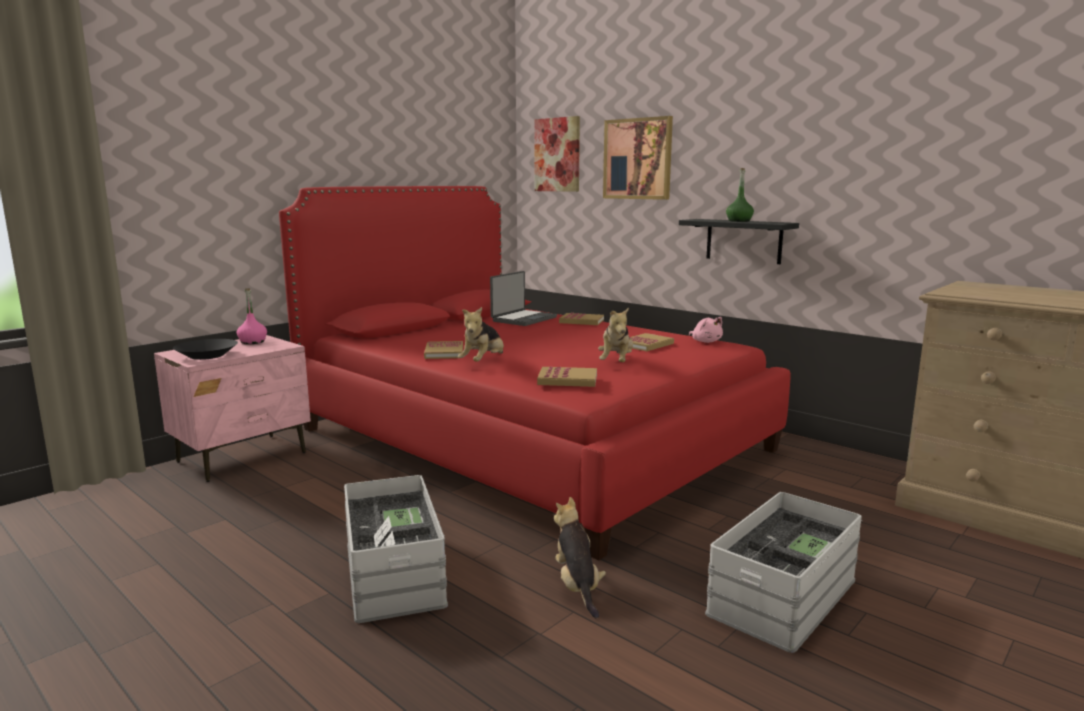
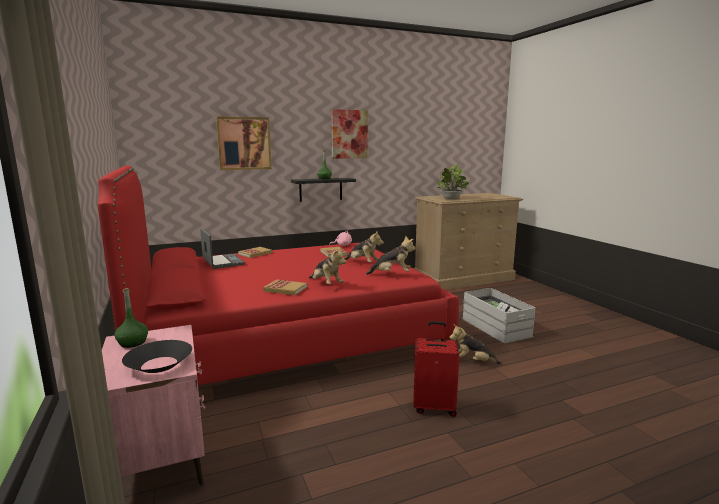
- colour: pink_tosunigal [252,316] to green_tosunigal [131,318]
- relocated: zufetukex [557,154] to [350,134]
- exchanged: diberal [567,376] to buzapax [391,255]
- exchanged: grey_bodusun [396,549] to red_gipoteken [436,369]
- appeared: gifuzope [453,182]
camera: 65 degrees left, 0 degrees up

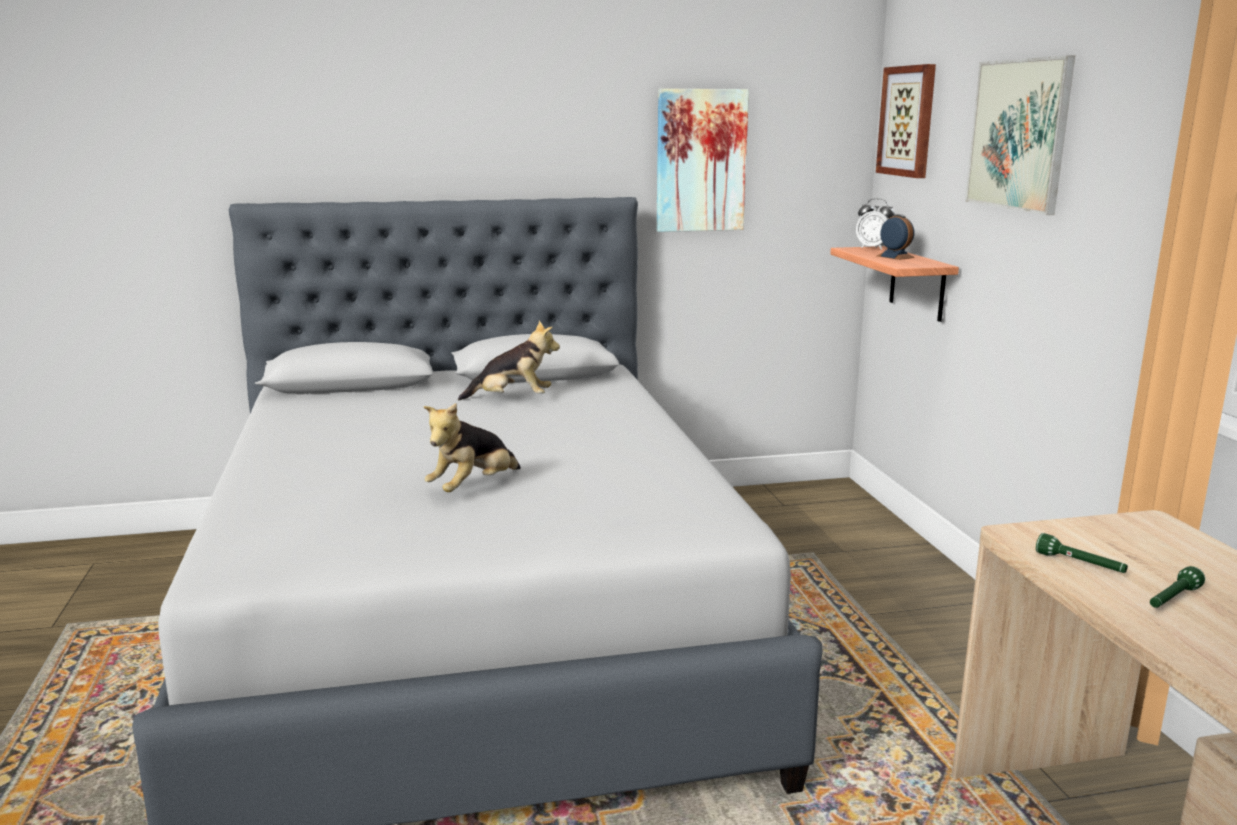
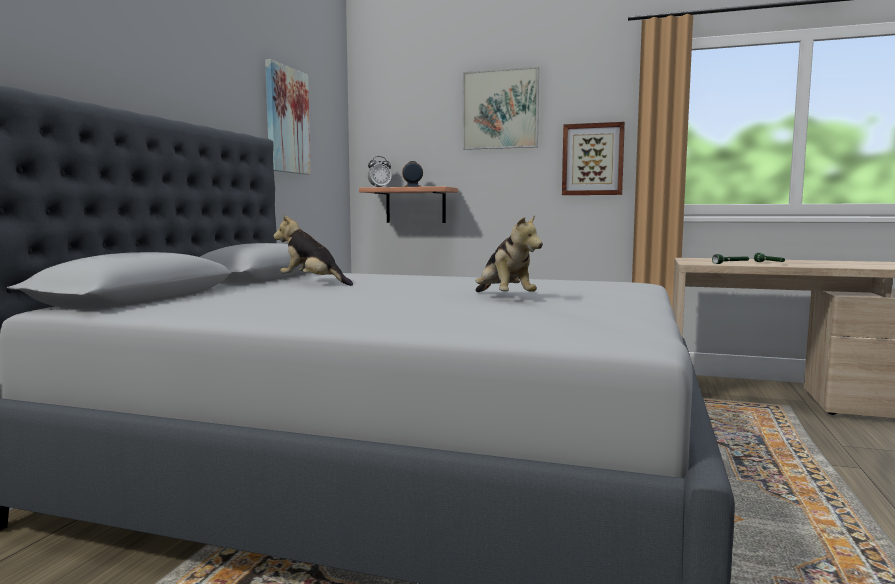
- spun: buzapax [509,360] = [313,250] 90 degrees counterclockwise
- relocated: zufetukex [906,121] to [593,158]
camera: 60 degrees left, 10 degrees down

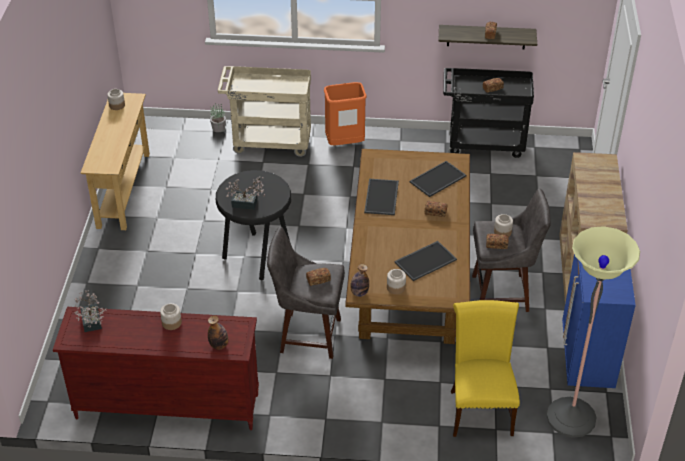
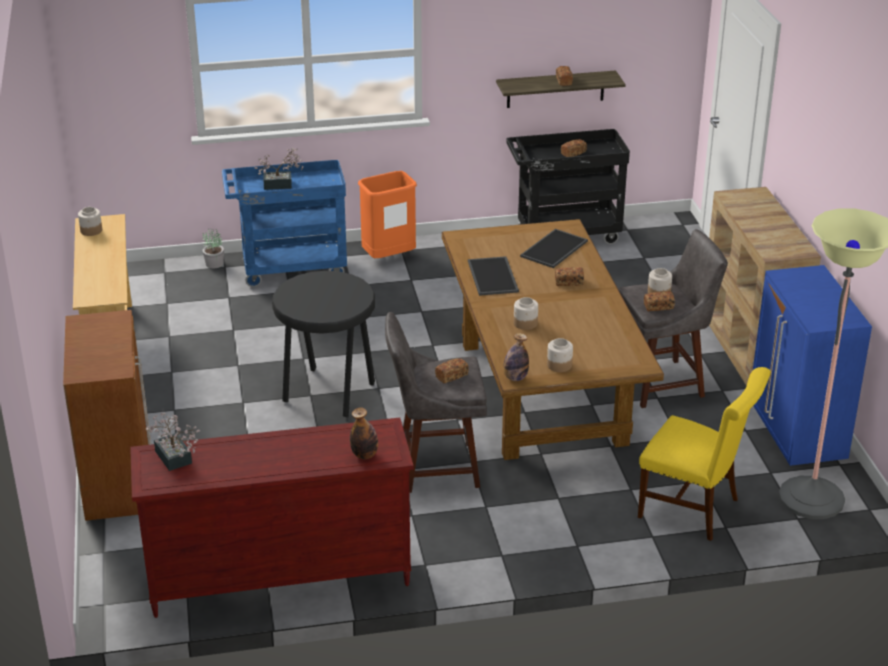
- appeared: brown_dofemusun [107,415]
- colour: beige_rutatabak [264,111] to blue_rutatabak [284,223]
- relocated: gifuzope [245,193] to [278,169]
- relocated: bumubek [171,316] to [526,313]
- spun: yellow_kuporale [485,368] = [704,454] 135 degrees clockwise
- missing: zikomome [425,261]
camera: 15 degrees left, 10 degrees down

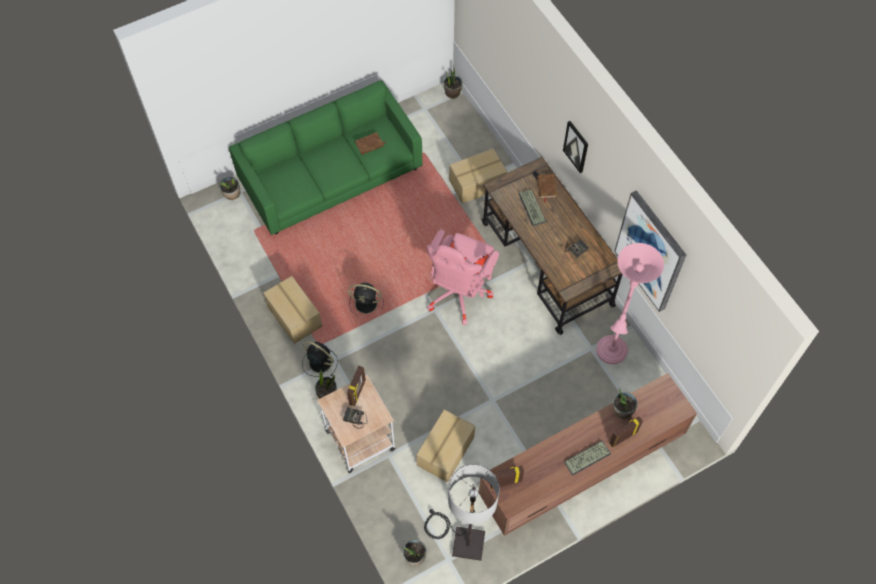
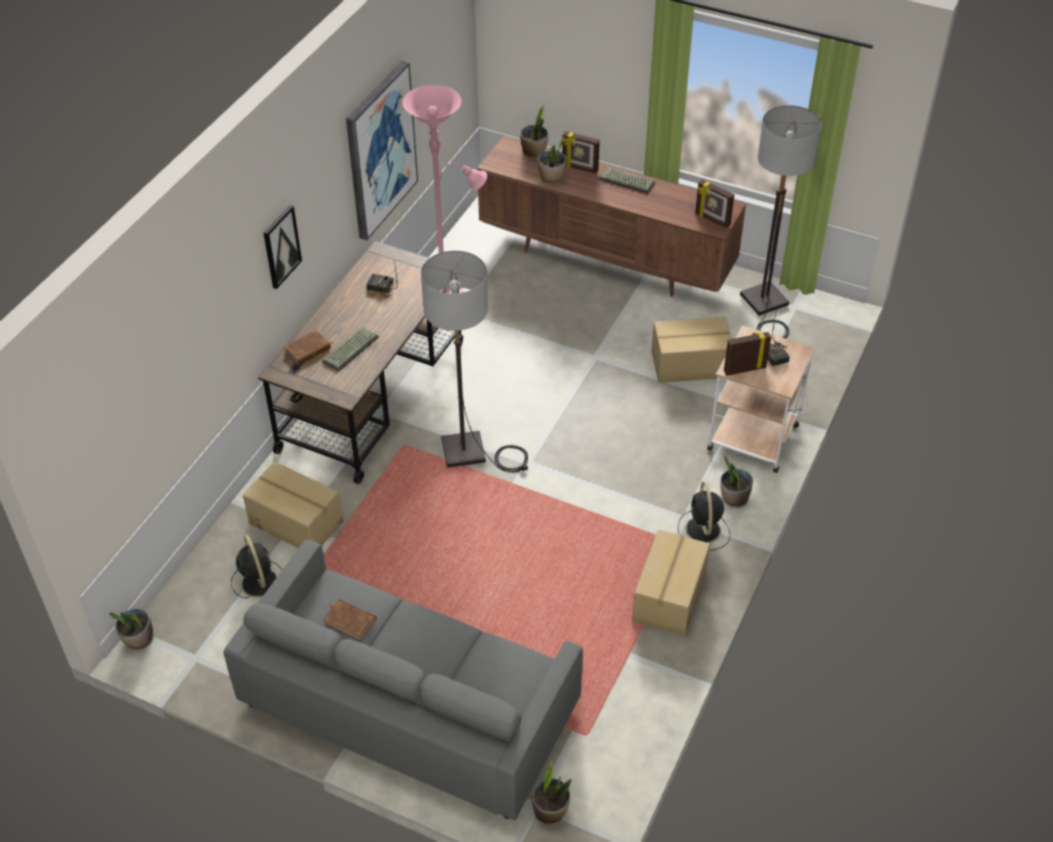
- colour: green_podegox [325,157] to grey_podegox [403,680]
- relocated: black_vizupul [366,299] to [256,566]
- exchanged: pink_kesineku [463,277] to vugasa [474,362]
- relocated: gifuzope [414,553] to [534,132]
camera: 125 degrees left, 15 degrees down

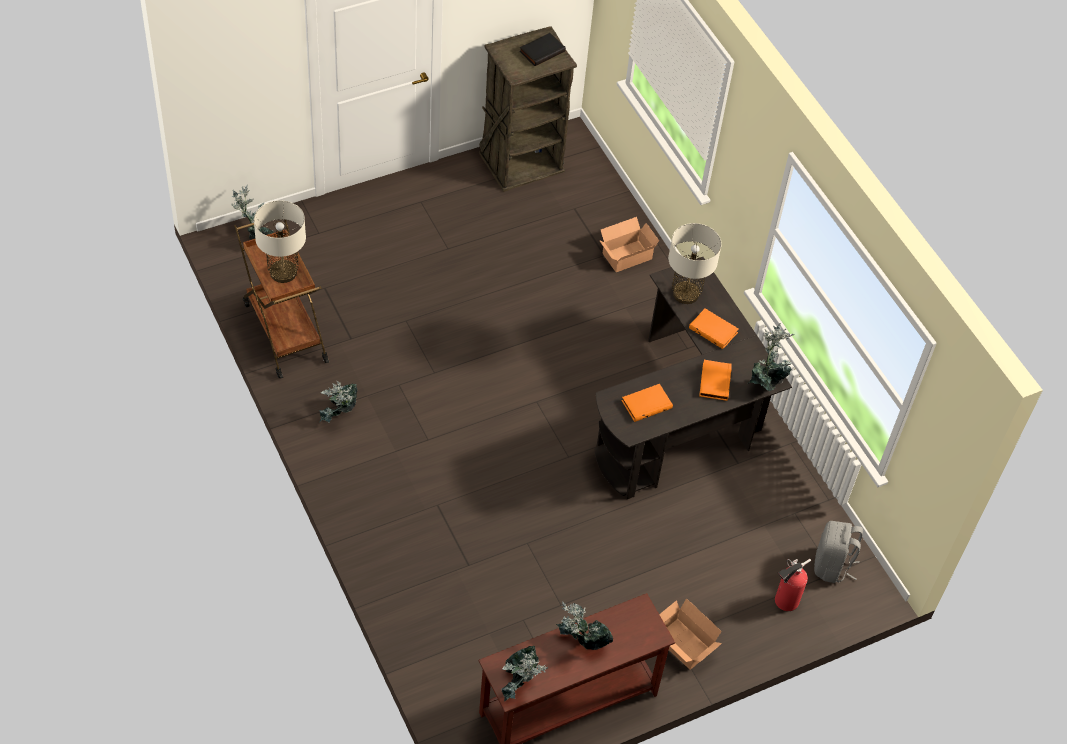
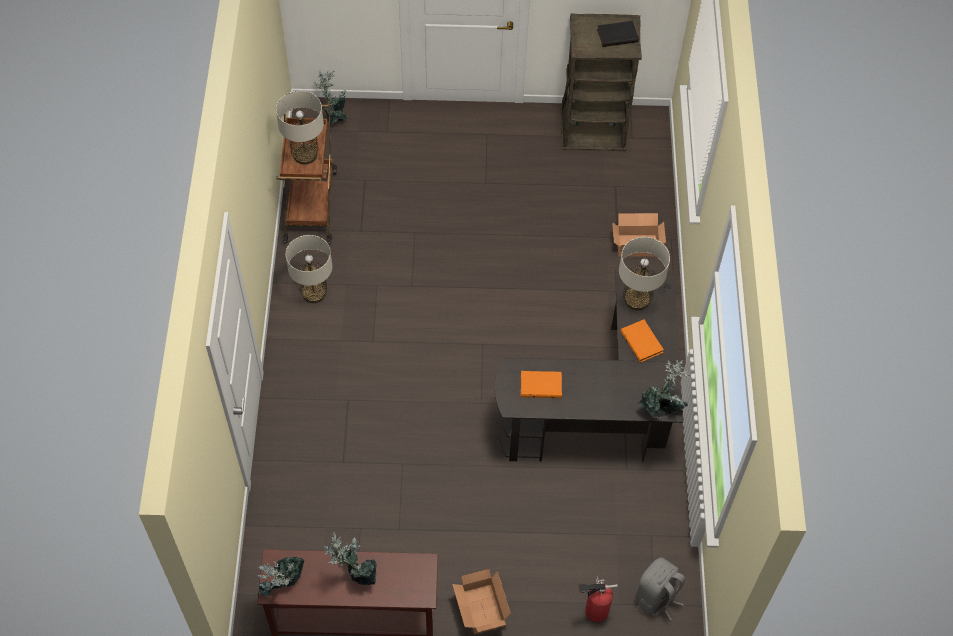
- exchanged: gifuzope [338,401] to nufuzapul [309,269]
- missing: orange_diberal [715,380]
camera: 30 degrees right, 5 degrees up

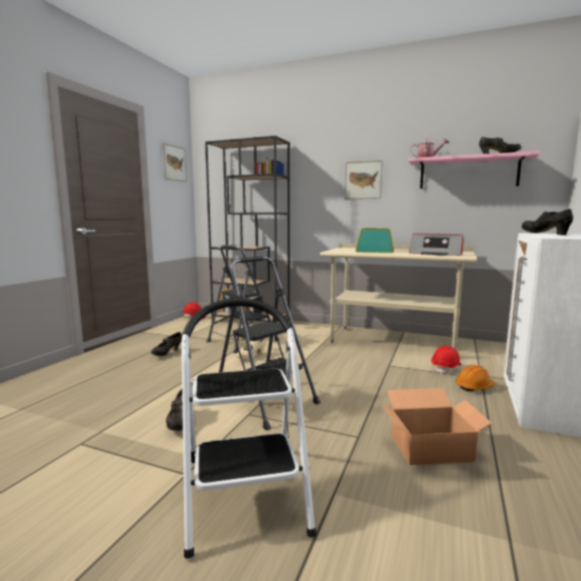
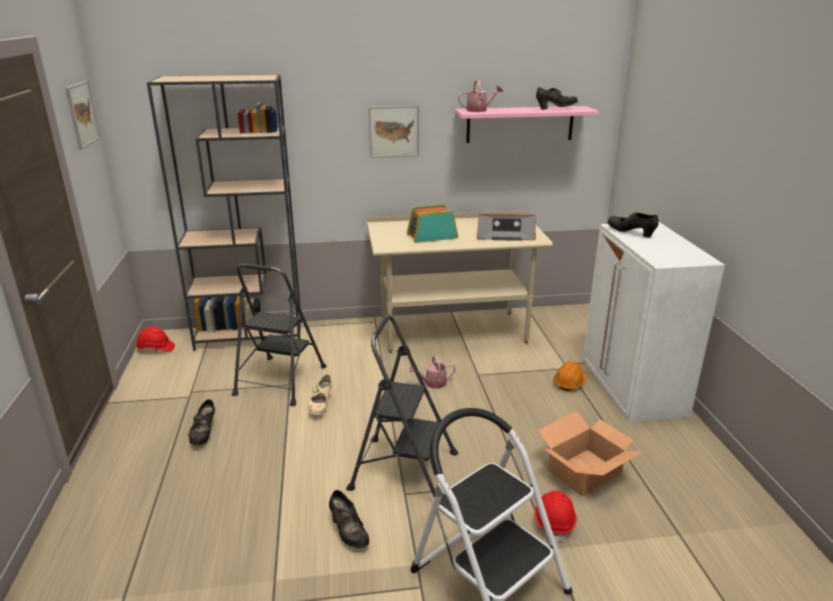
- appeared: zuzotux [432,372]
- relocated: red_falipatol [446,360] to [556,517]
camera: 30 degrees left, 15 degrees up

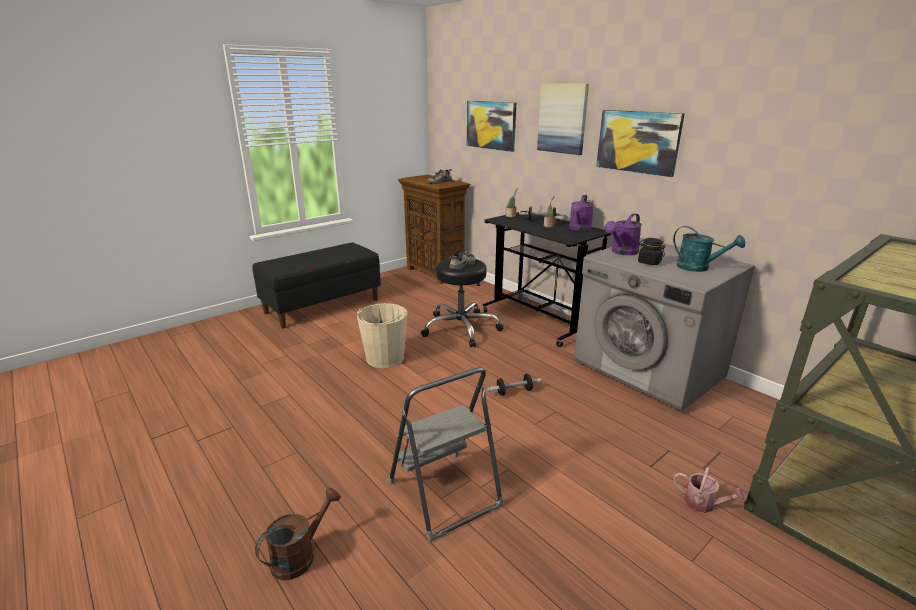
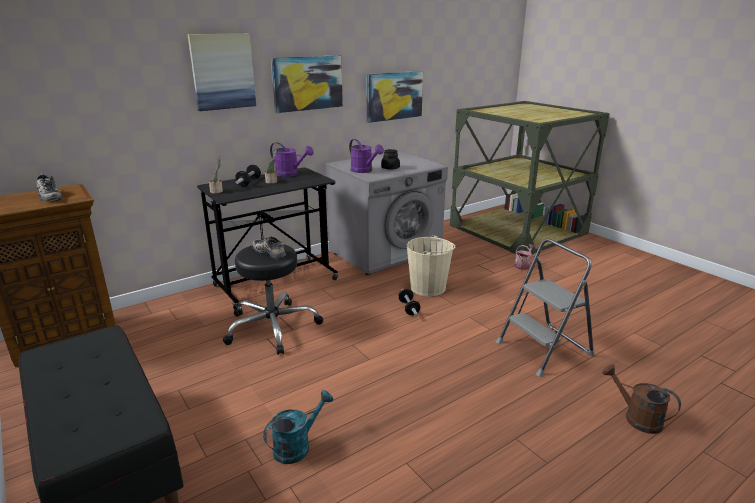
- relocated: turquoise_zuzotux [709,249] to [298,427]
- relocated: zufetukex [491,126] to [394,97]
- relocated: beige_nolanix [382,335] to [431,265]
camera: 85 degrees left, 0 degrees up

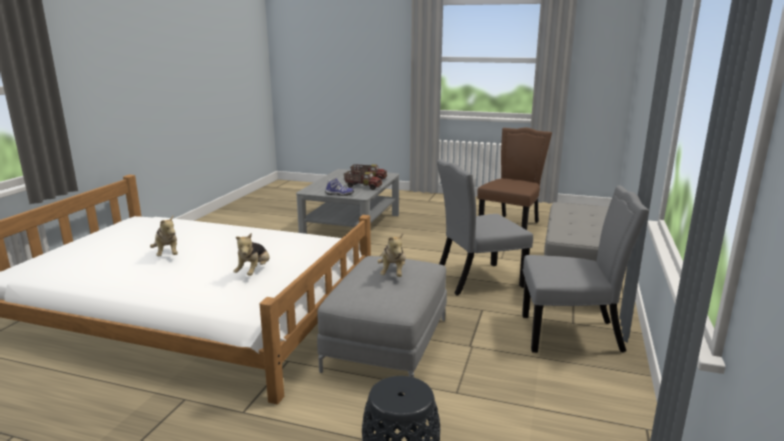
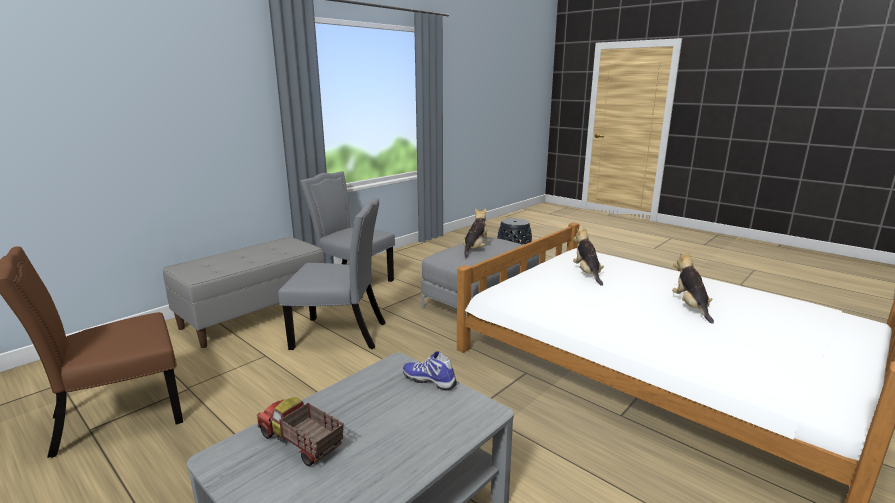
- spun: buzapax [251,254] = [588,256] 45 degrees counterclockwise
- missing: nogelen [363,180]
camera: 155 degrees left, 0 degrees up

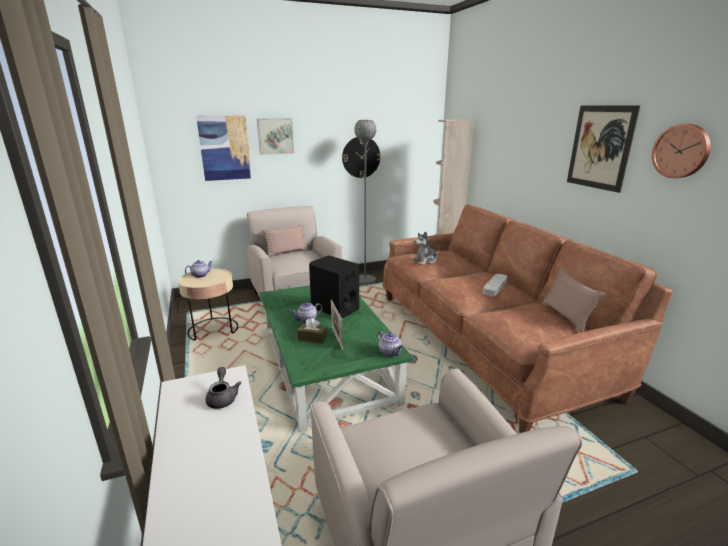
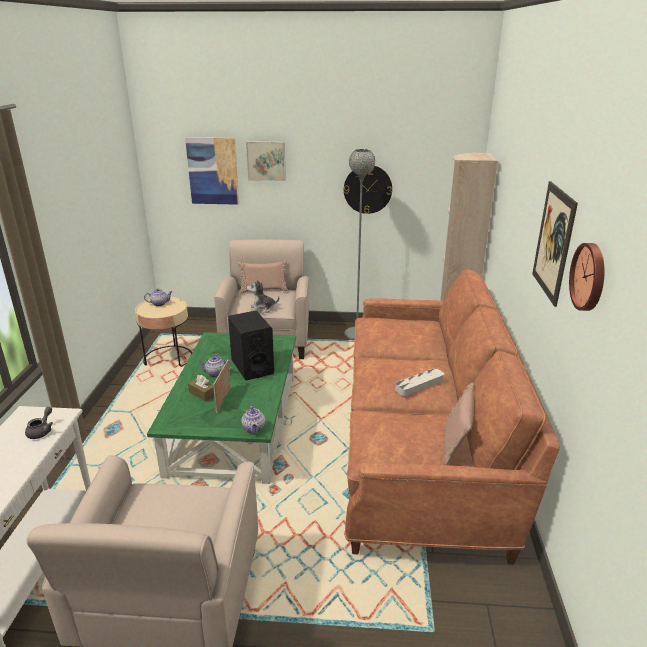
- relocated: buzapax [426,248] to [263,296]
camera: 25 degrees right, 5 degrees up

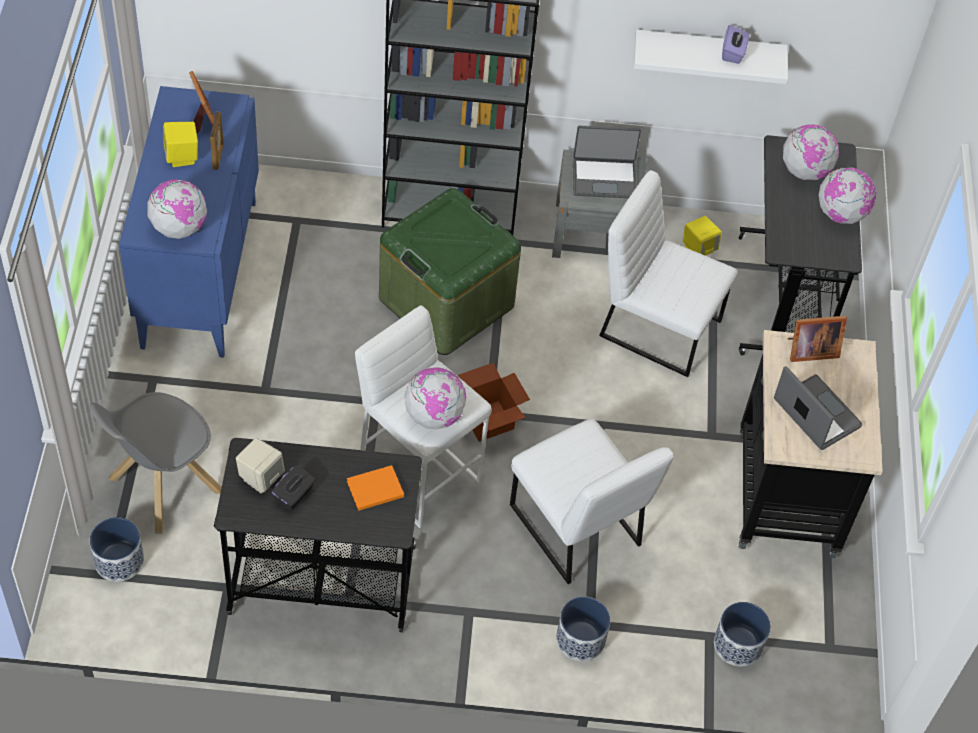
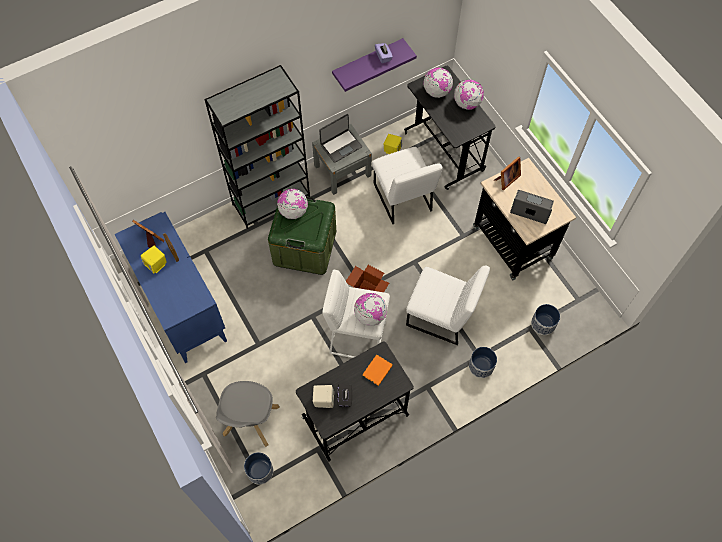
- relocated: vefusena [177,209] to [292,204]
- colour: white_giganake [711,57] to purple_giganake [374,65]
- spun: white_kuporale [668,273] = [407,185] 105 degrees counterclockwise
camera: 30 degrees left, 10 degrees up

